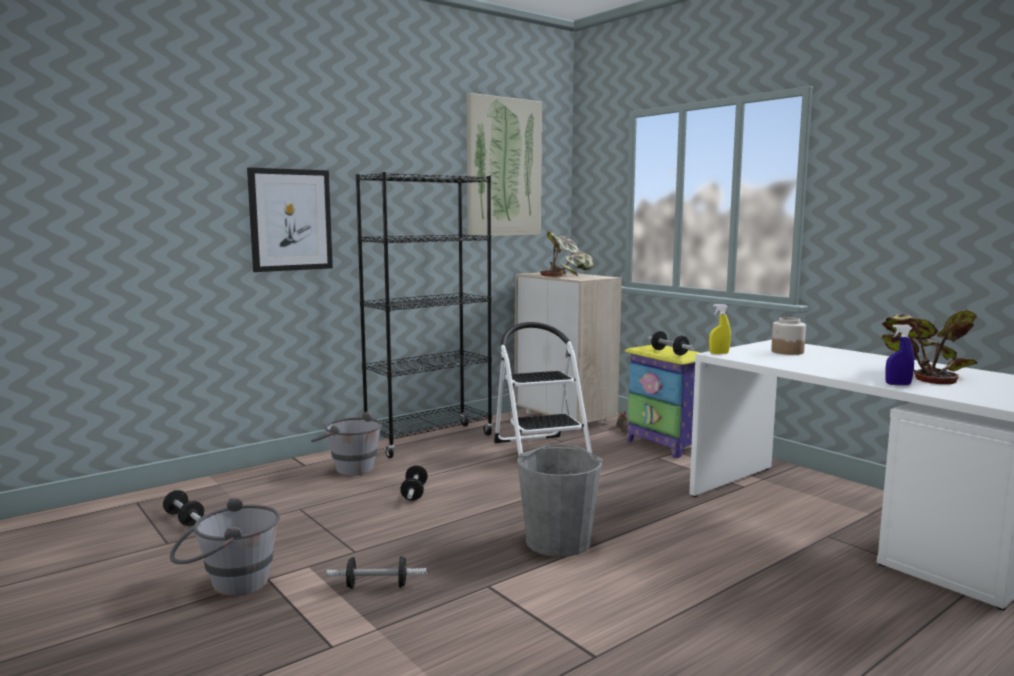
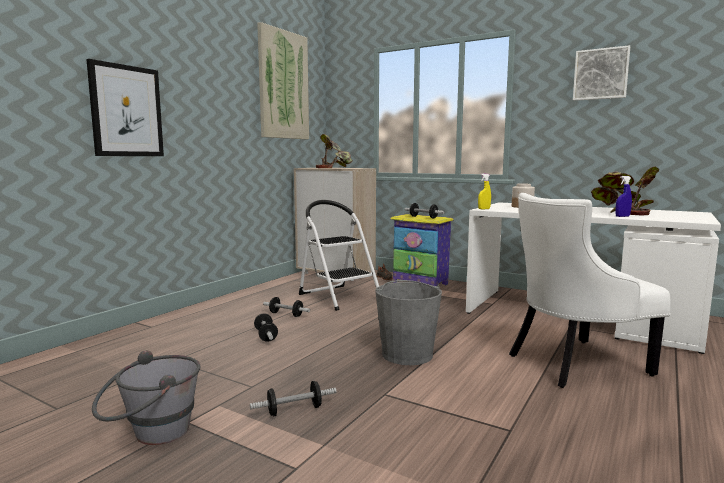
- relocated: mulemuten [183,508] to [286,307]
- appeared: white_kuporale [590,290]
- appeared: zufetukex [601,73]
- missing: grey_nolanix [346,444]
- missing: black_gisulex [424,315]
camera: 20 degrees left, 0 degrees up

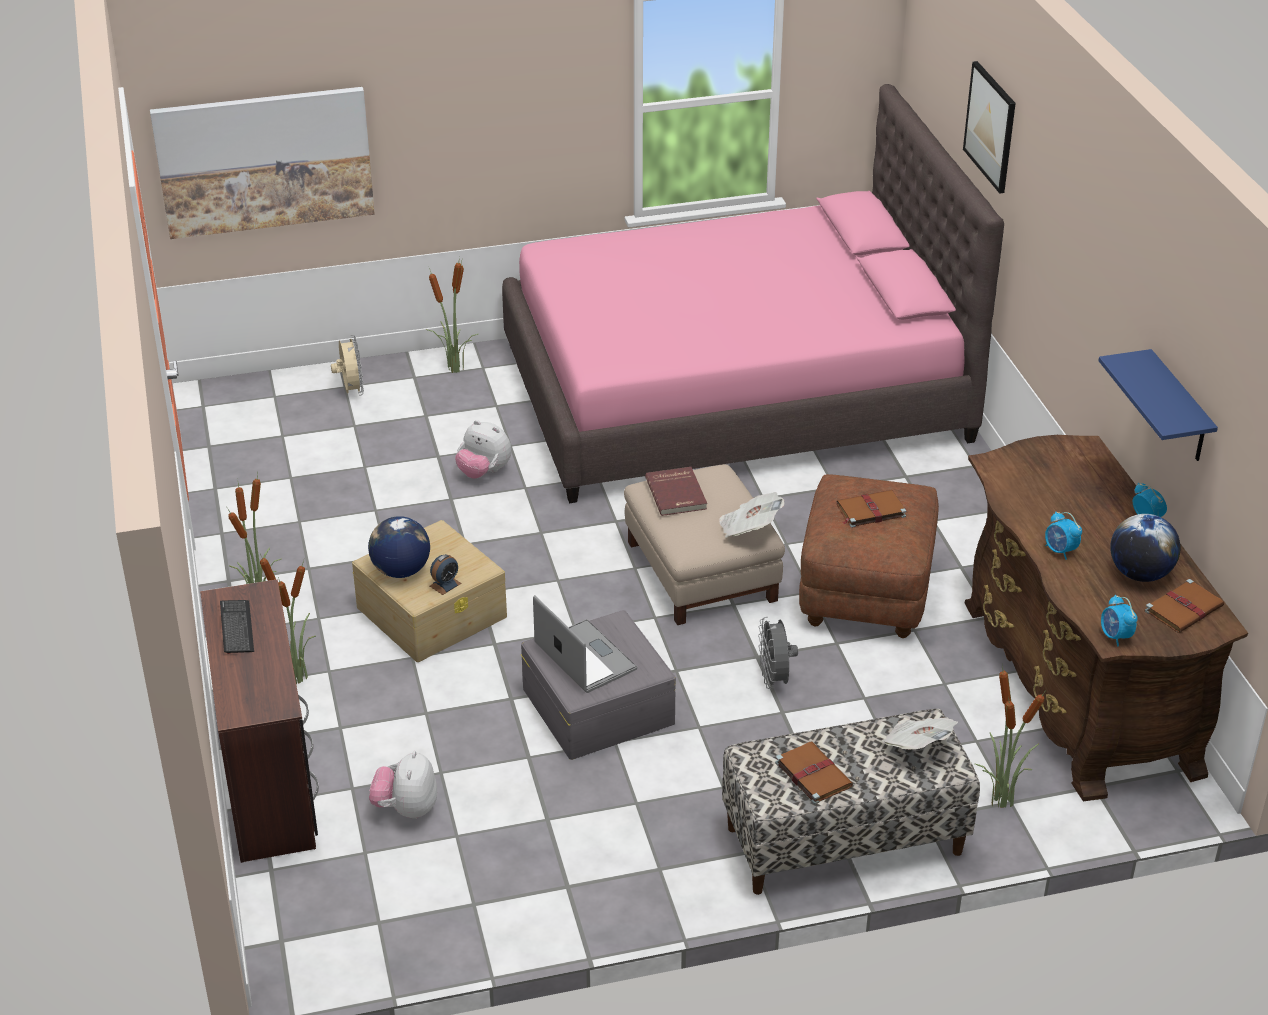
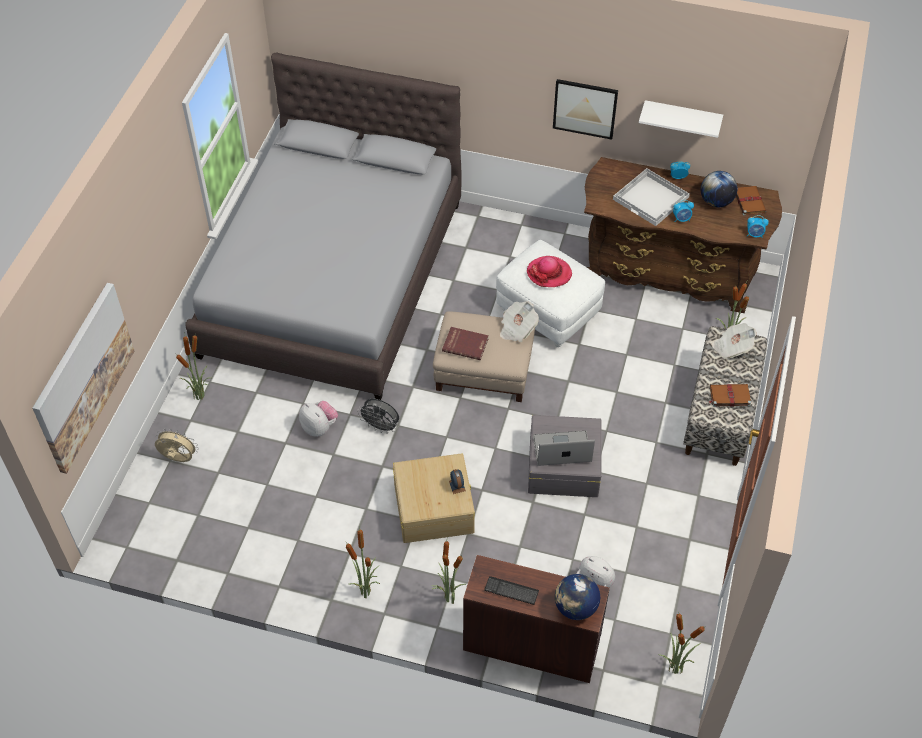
- colour: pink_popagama [753,293] to grey_popagama [323,226]
- spun: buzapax [483,449] = [318,419] 105 degrees counterclockwise
- relocated: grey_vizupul [778,653] to [378,416]
- colour: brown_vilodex [869,556] to white_vilodex [550,293]
- exchanged: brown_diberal [871,509] to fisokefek [549,271]
- relocated: zufetukex [989,127] to [585,109]
- relocated: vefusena [399,547] to [577,597]
- appeared: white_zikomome [651,197]
- colour: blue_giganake [1158,405] to white_giganake [681,119]
- appeared: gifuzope [682,643]
camera: 60 degrees left, 15 degrees up

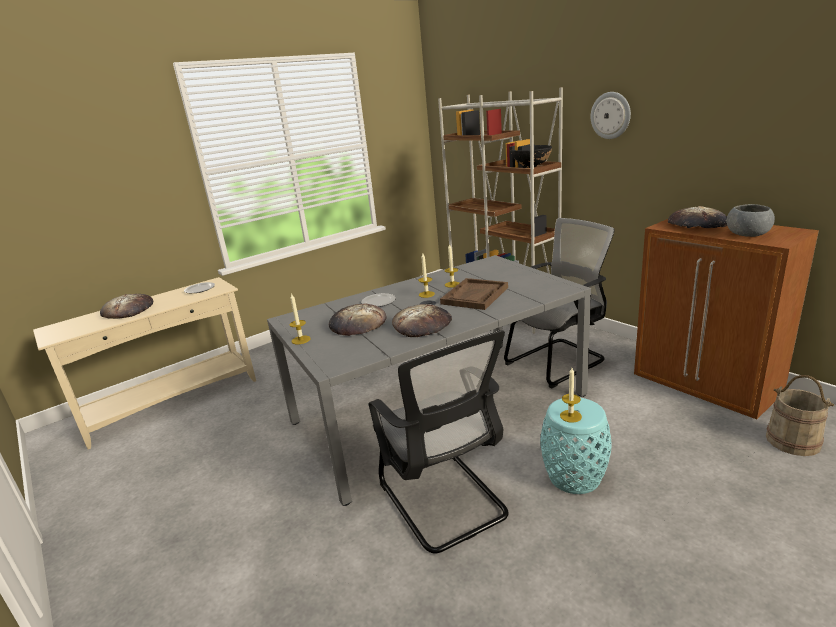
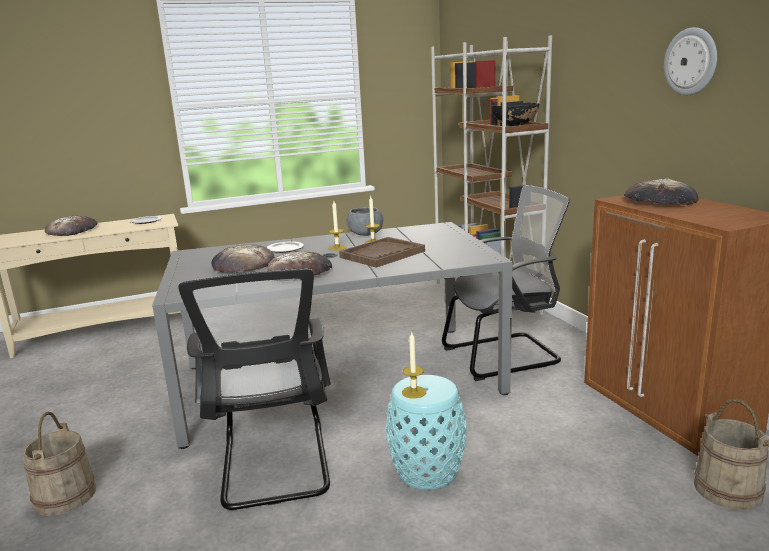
- appeared: beige_nolanix [59,464]
- relocated: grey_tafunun [750,220] to [365,221]
- relocated: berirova [611,115] to [690,61]
- missing: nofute [300,318]
camera: 15 degrees right, 5 degrees down

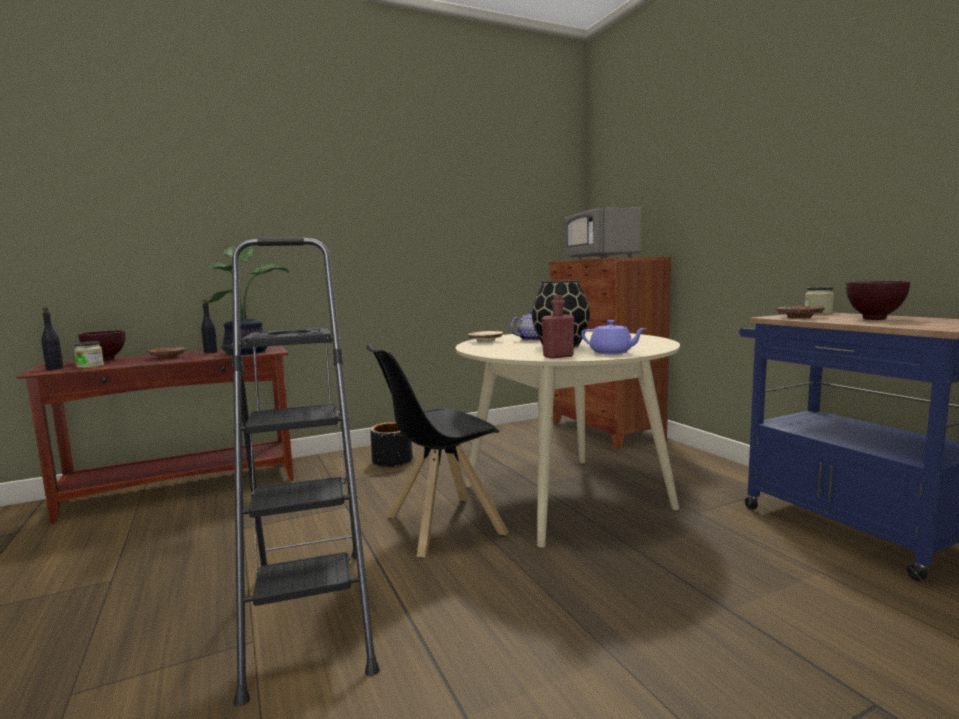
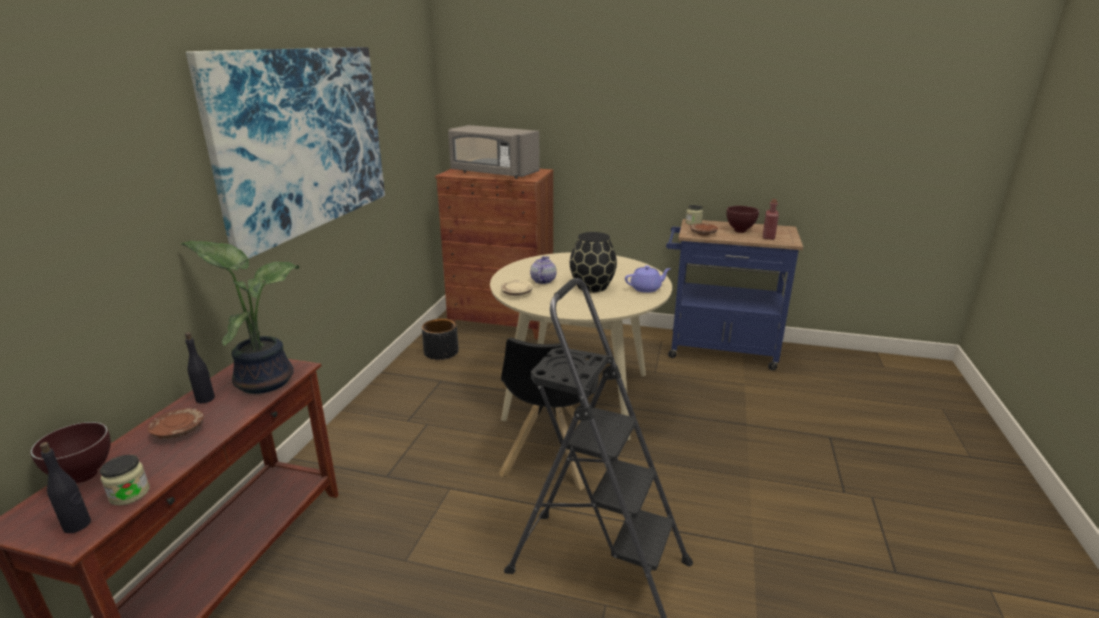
- appeared: zufetukex [285,153]
- relocated: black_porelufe [391,445] to [440,339]
- relocated: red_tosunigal [558,327] to [771,219]
camera: 50 degrees left, 15 degrees up

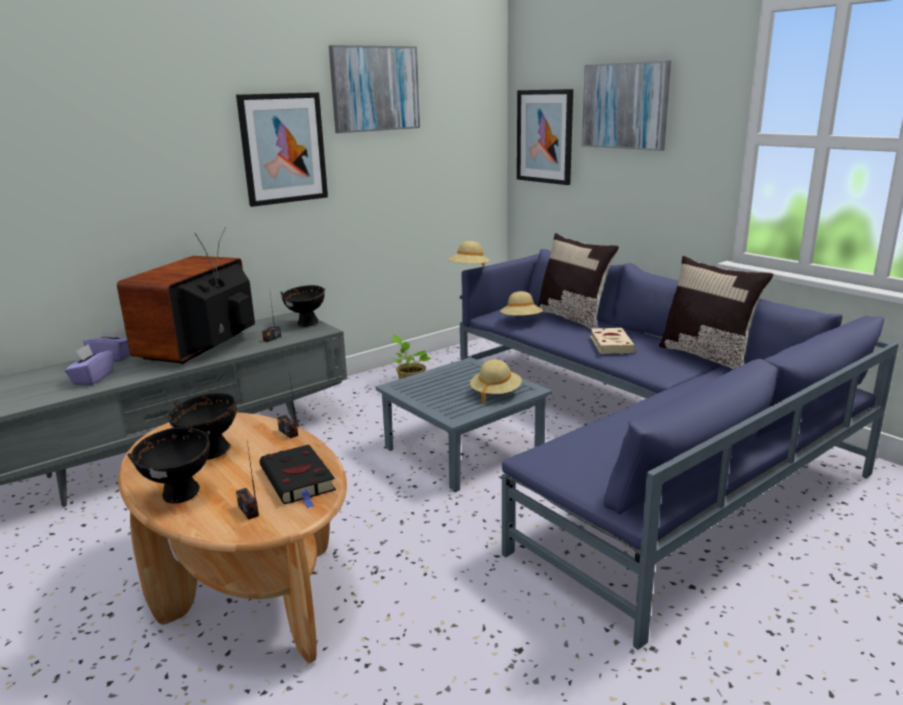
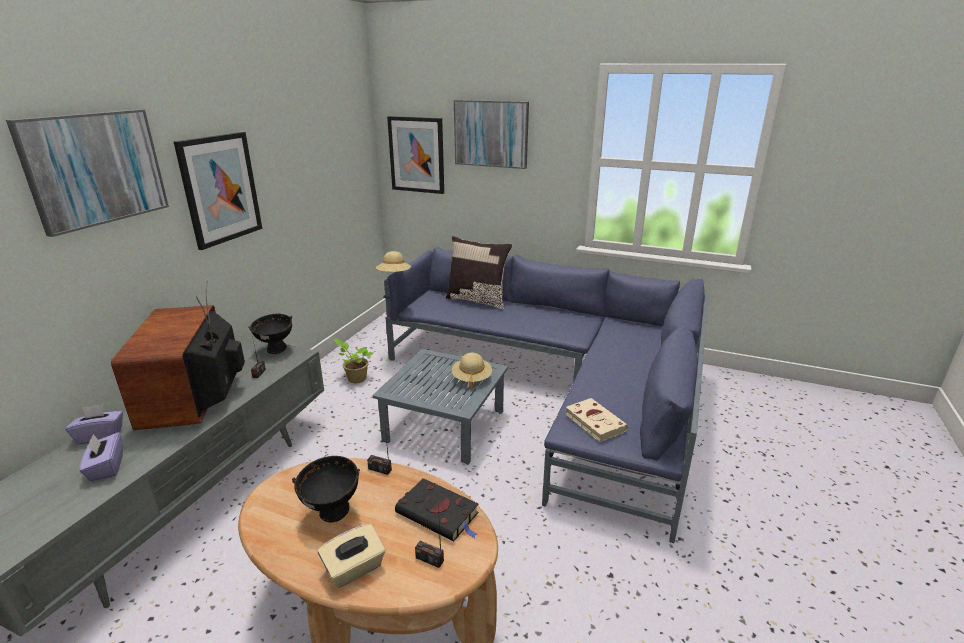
- relocated: zufetukex [374,89] to [87,173]
- exchanged: black_tafunun [169,465] to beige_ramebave [351,556]
- relocated: beige_diberal [613,341] to [596,420]
- missing: beige_fisokefek [521,303]
- missing: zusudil [716,313]
camera: 30 degrees left, 5 degrees up

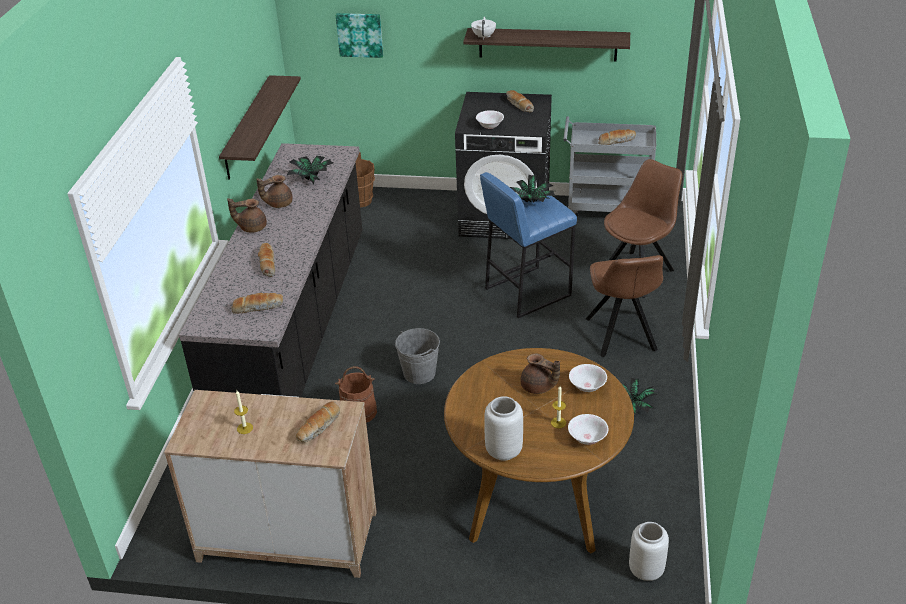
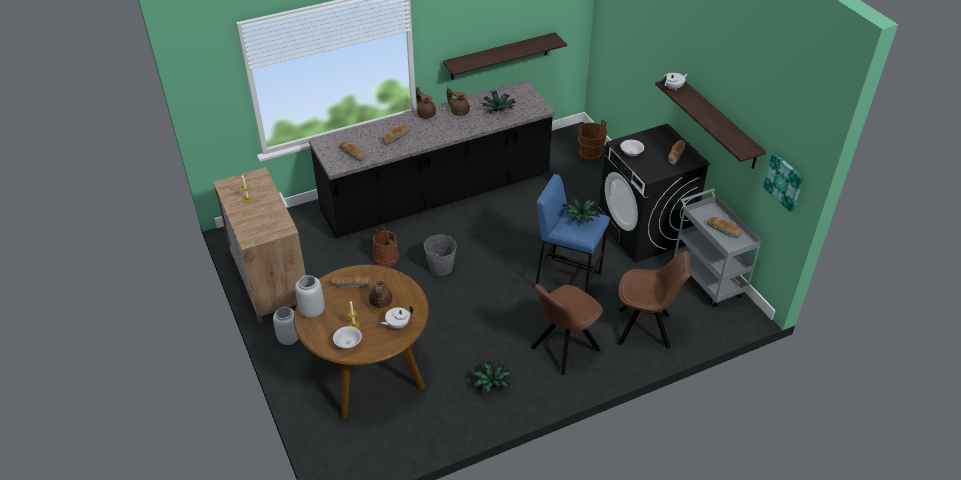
- relocated: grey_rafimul [649,551] to [286,326]
- relocated: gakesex [318,422] to [351,281]
- exchanged: white_tafunun [588,378] to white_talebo [396,317]
- relocated: zufetukex [359,35] to [783,182]
camera: 55 degrees right, 5 degrees up

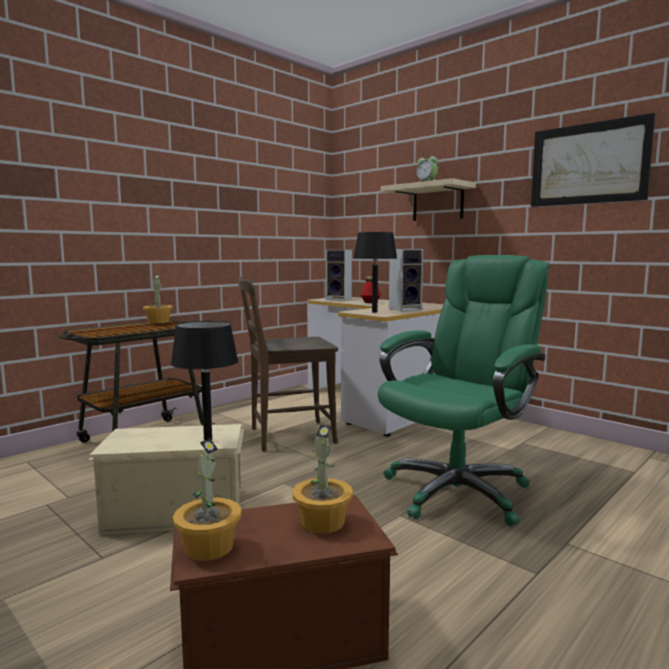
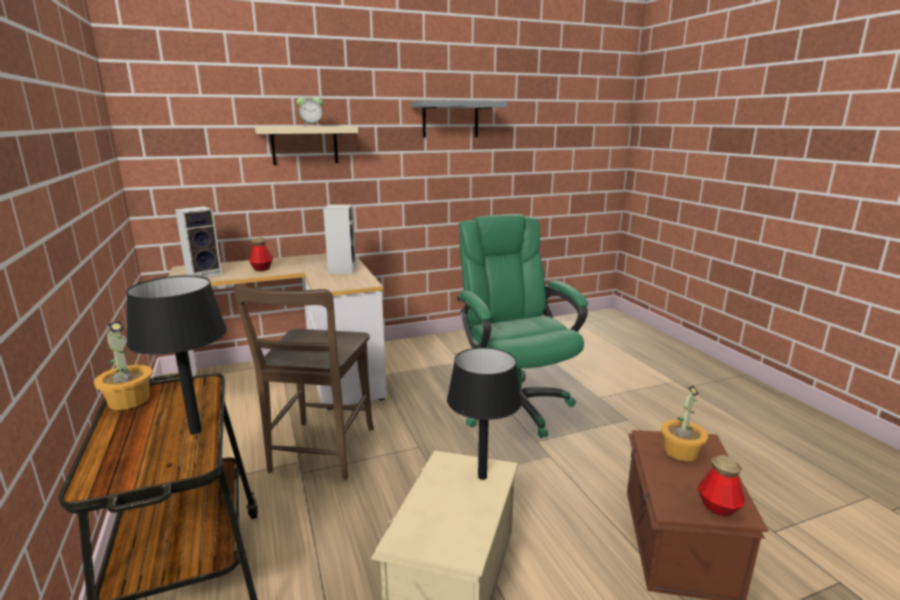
- relocated: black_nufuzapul [375,272] to [176,355]
- exchanged: zufetukex [593,160] to grey_giganake [458,119]
- exchanged: gifuzope [207,499] to tosunigal [721,486]
camera: 65 degrees left, 10 degrees up

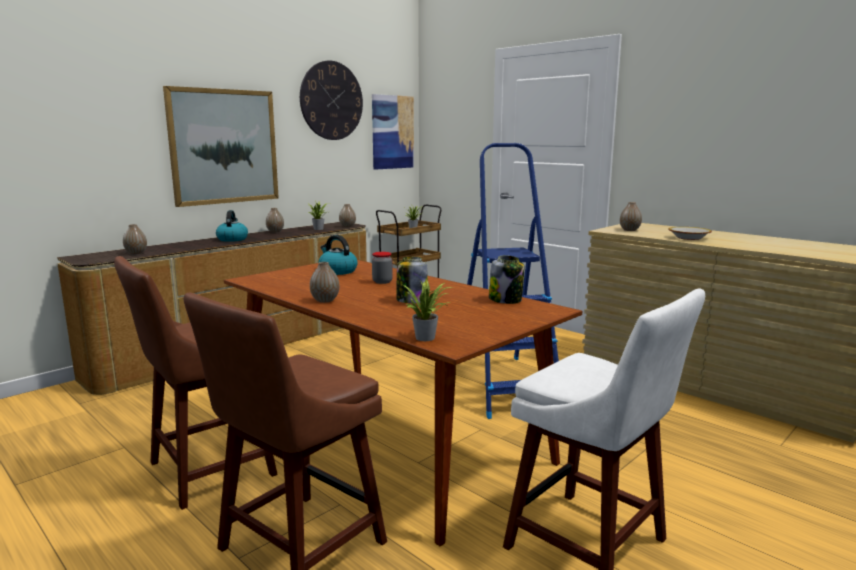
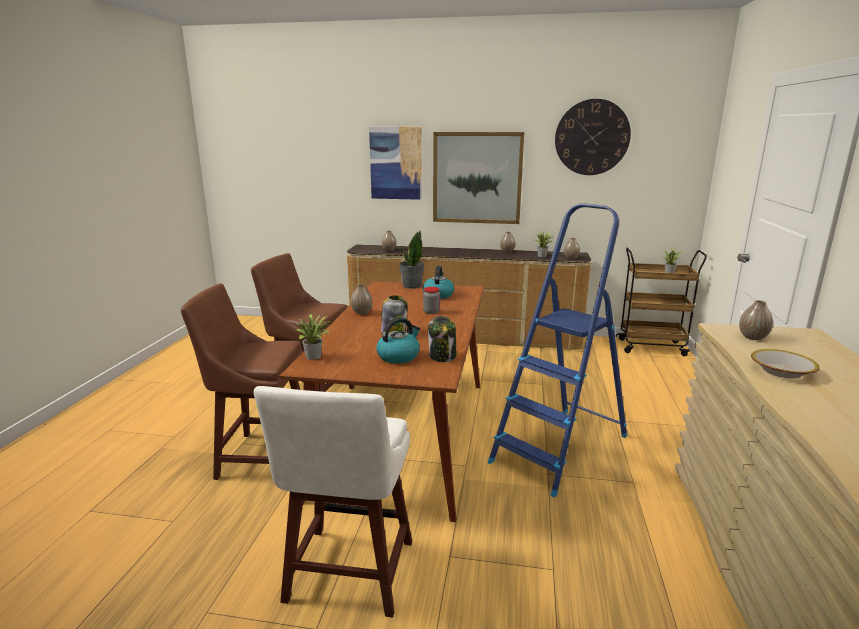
- relocated: zufetukex [393,132] to [395,163]
- relocated: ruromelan [232,226] to [398,340]
- appeared: gifuzope [412,260]
camera: 55 degrees right, 5 degrees up

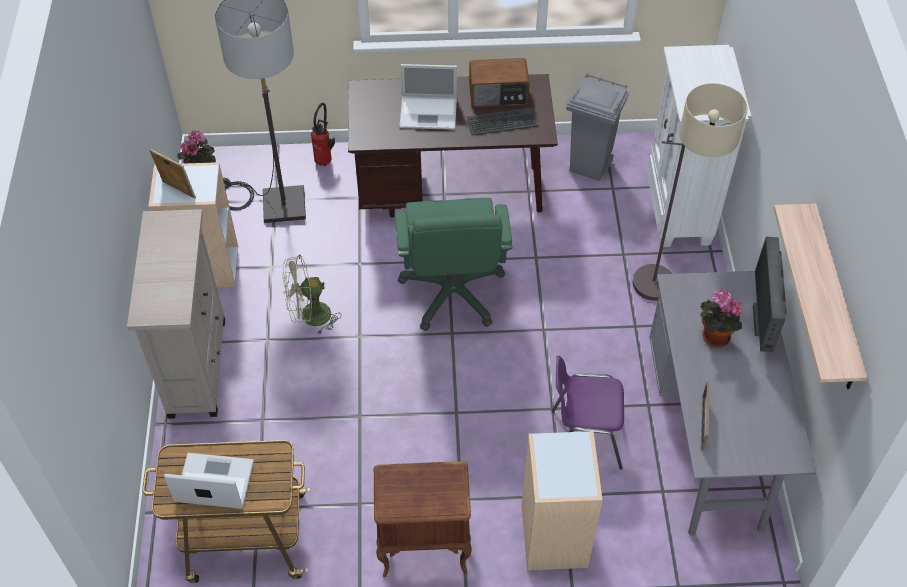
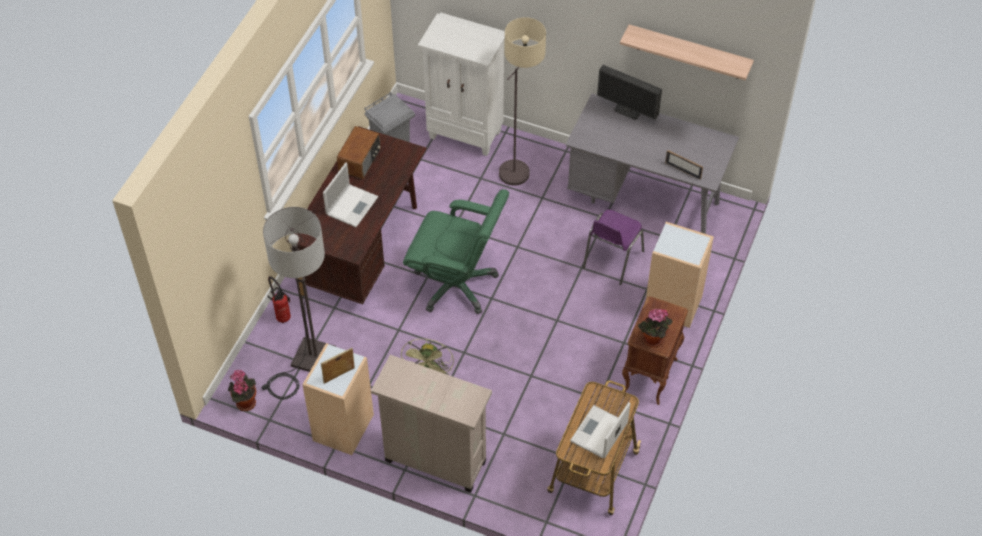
- relocated: gifuzope [721,318] to [655,327]
- missing: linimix [502,121]
camera: 65 degrees left, 0 degrees up

